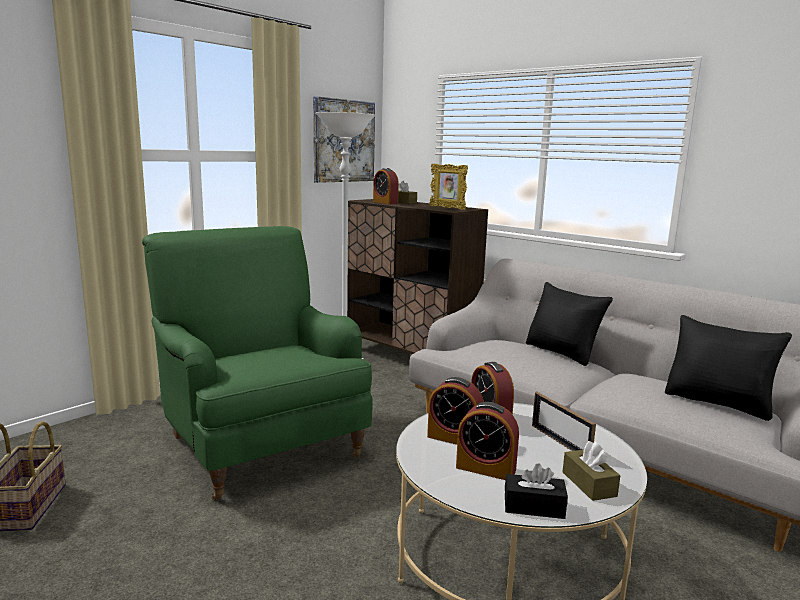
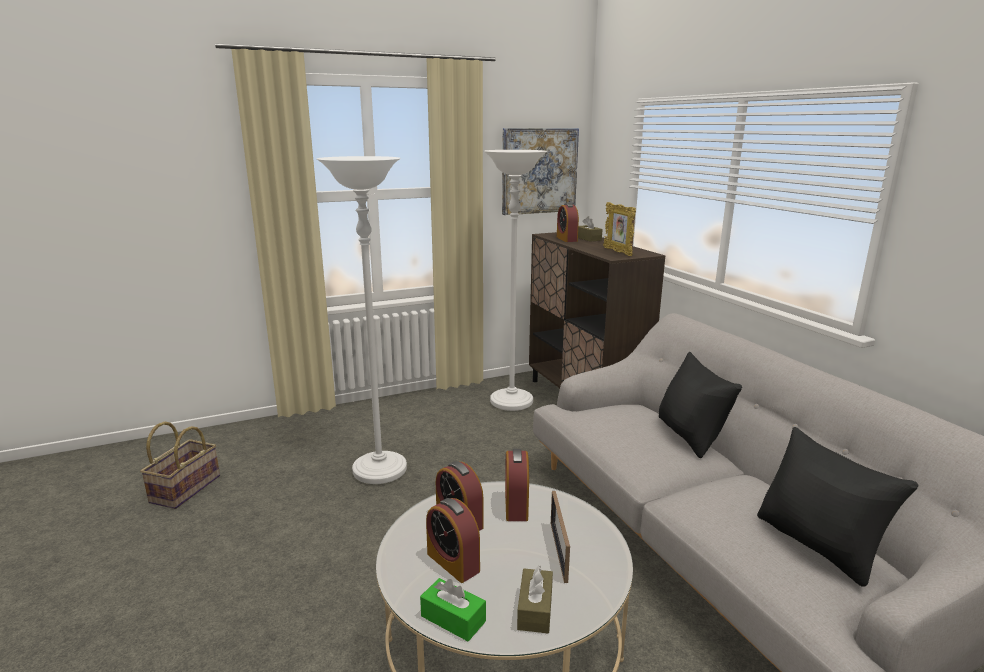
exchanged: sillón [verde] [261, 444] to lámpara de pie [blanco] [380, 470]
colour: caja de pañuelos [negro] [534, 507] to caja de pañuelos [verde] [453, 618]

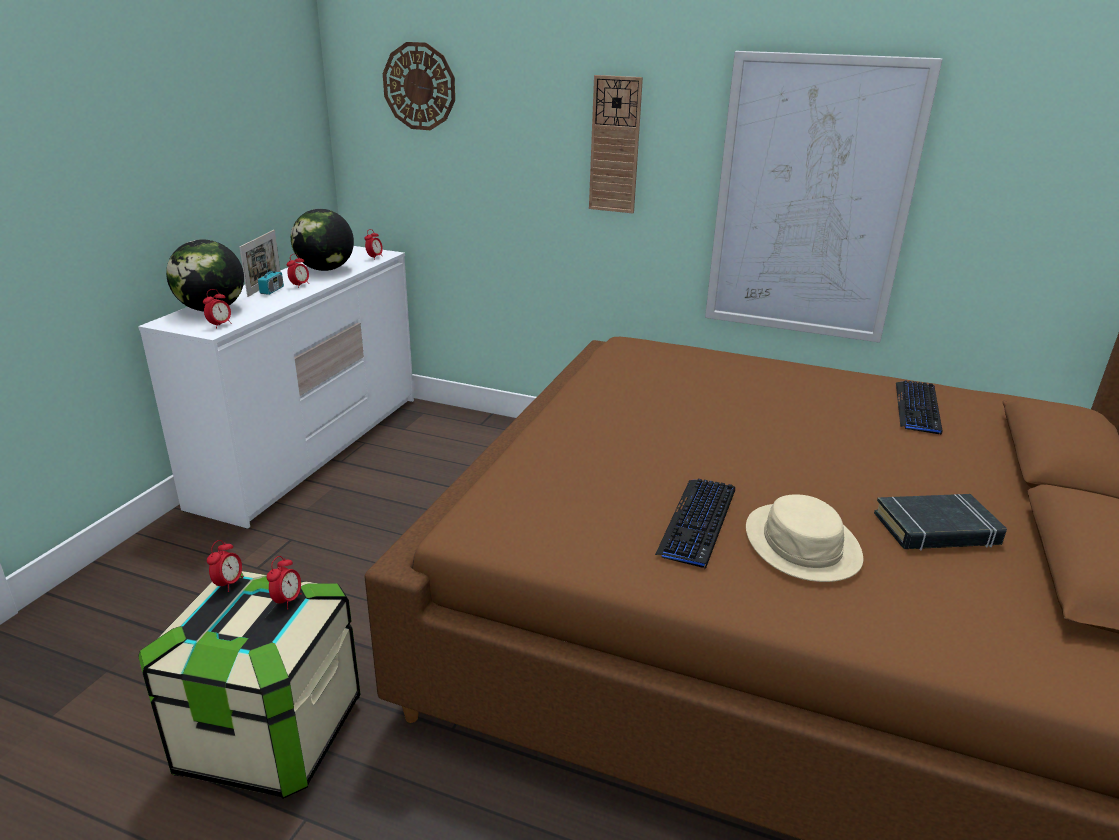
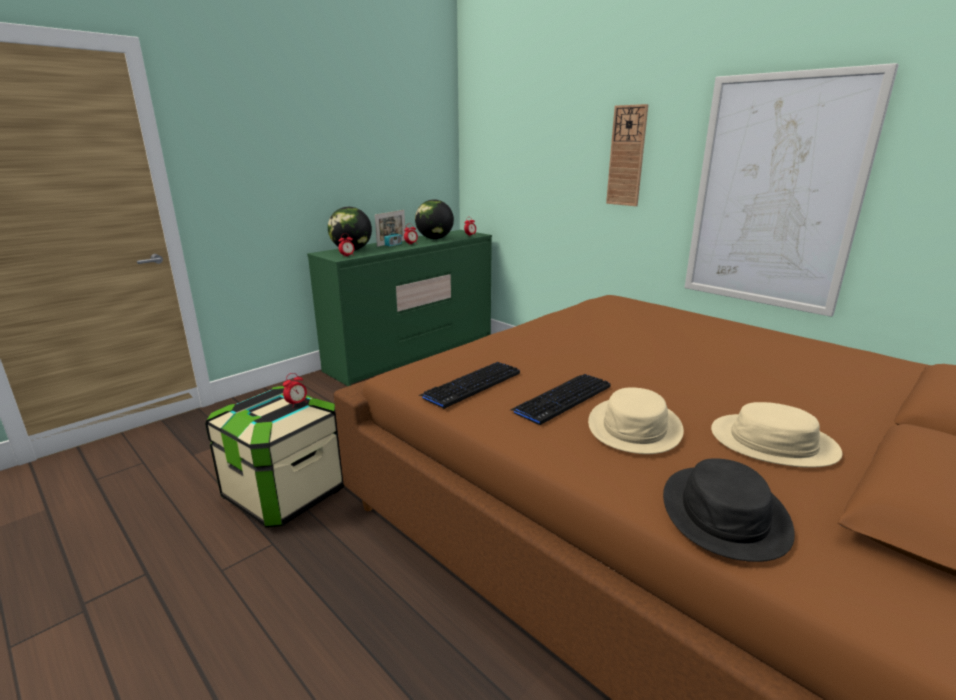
missing: despertador [229, 583]; reloj de pared [419, 86]
appeared: sombrero [negro] [725, 513]
relocated: teclado [918, 408] to [471, 385]
exchanged: libro [negro] [936, 529] to sombrero [beis] [773, 442]
colour: cómoda [blanco] [313, 449] to cómoda [verde] [413, 353]

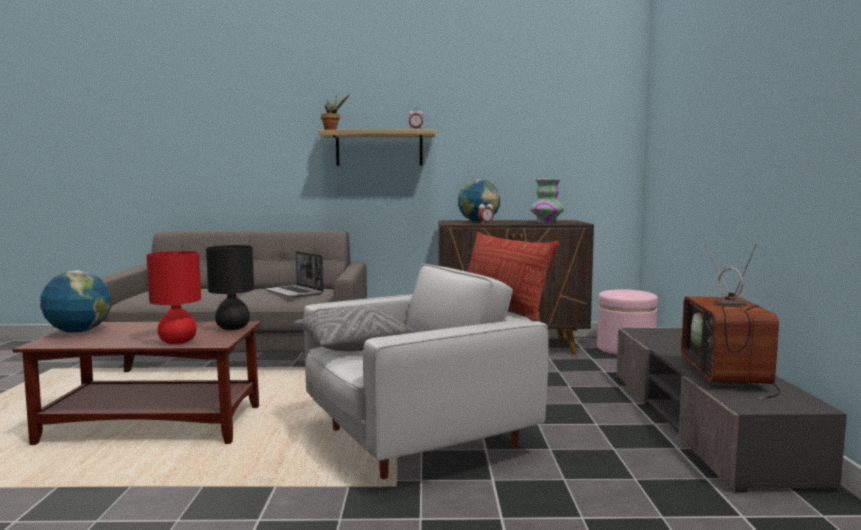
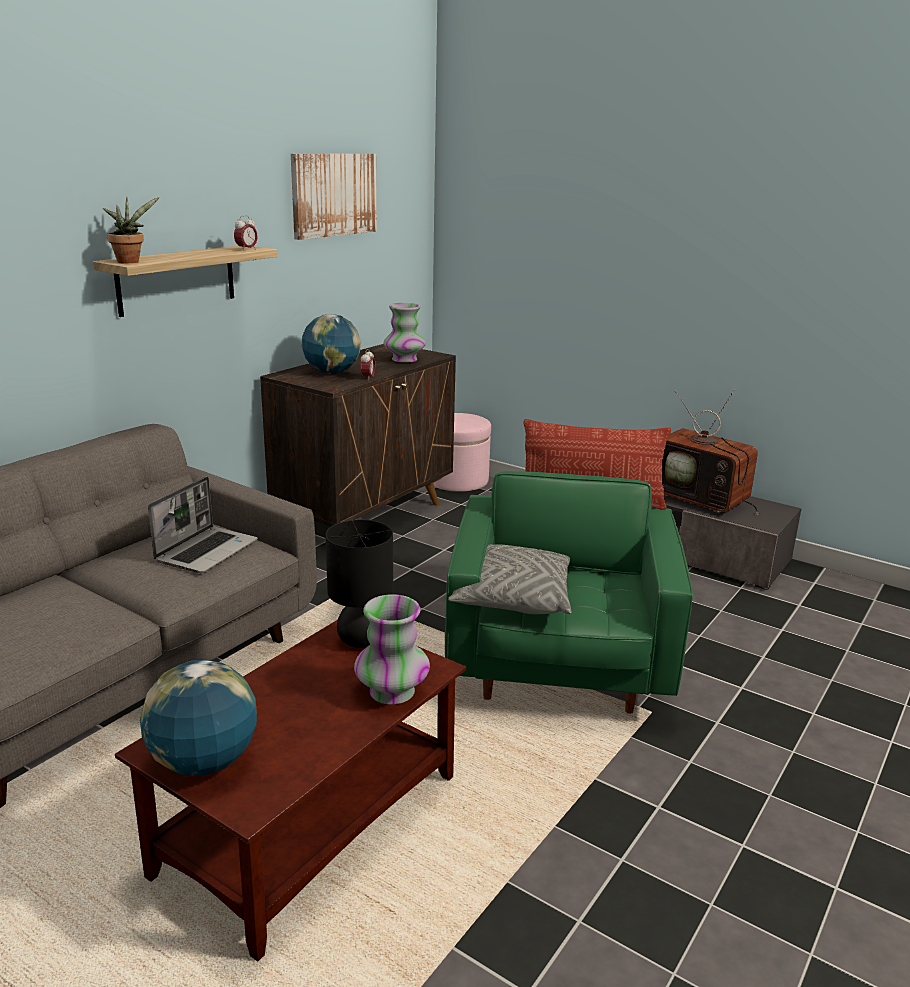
appeared: cuadro [334, 194]
exchanged: lámpara de mesa [rojo] [178, 342] to florero [392, 692]
colour: sillón [blanco] [415, 440] to sillón [verde] [559, 665]
spun: portátil [295, 292] = [207, 551] 60 degrees counterclockwise

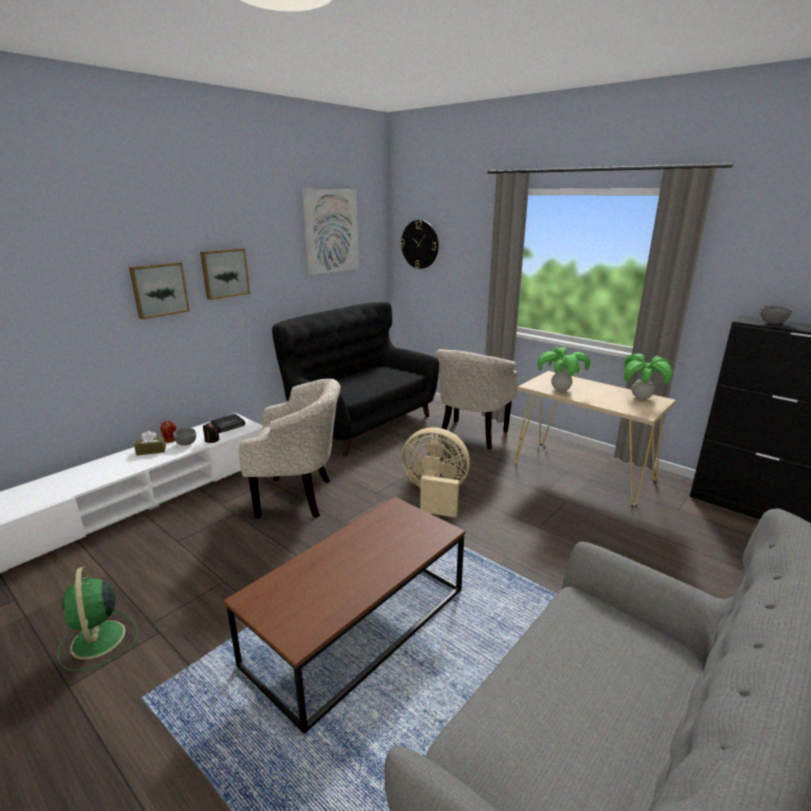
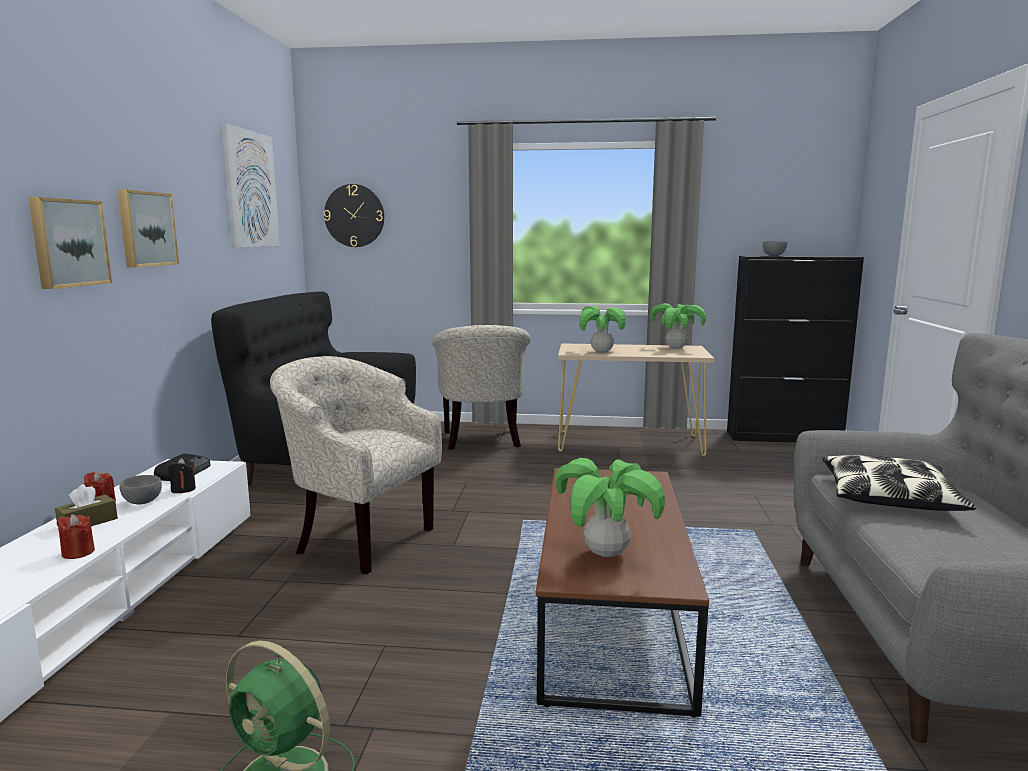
missing: ventilador [beis] [434, 495]
appeared: vela [rojo] [78, 552]; planta en maceta [606, 553]; cojín [889, 498]
spun: sillón [beis] [300, 497] = [359, 540] 120 degrees counterclockwise

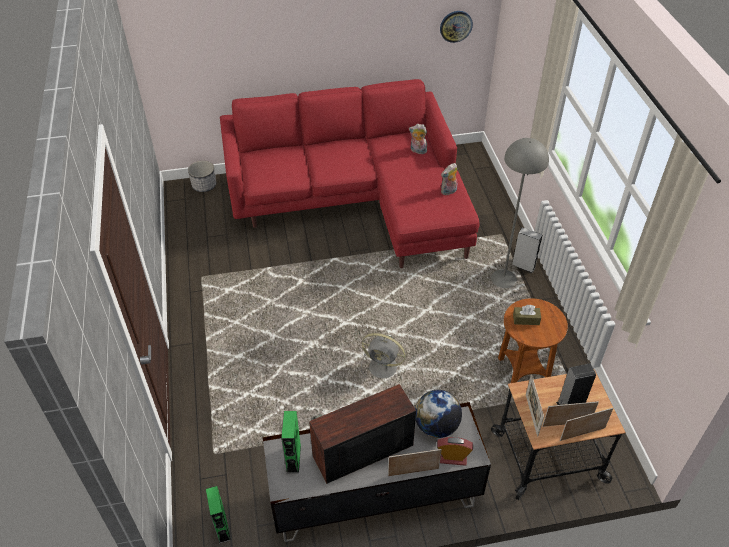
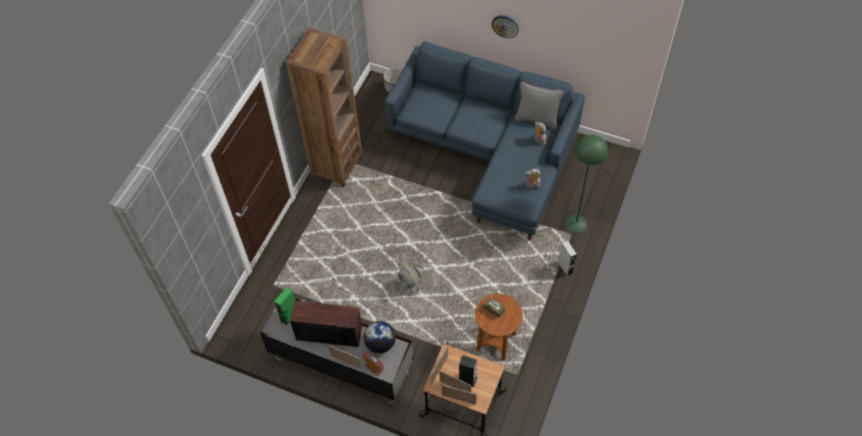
missing: altavoz [verde] [222, 528]; lámpara de pie [gris] [504, 279]
appeared: estantería [marrón] [336, 165]; cojín [gris] [537, 119]; lámpara de pie [verde] [576, 223]
relocated: reloj de pared [455, 26] to [505, 26]
colour: sofá [rojo] [356, 201] to sofá [azul] [489, 153]

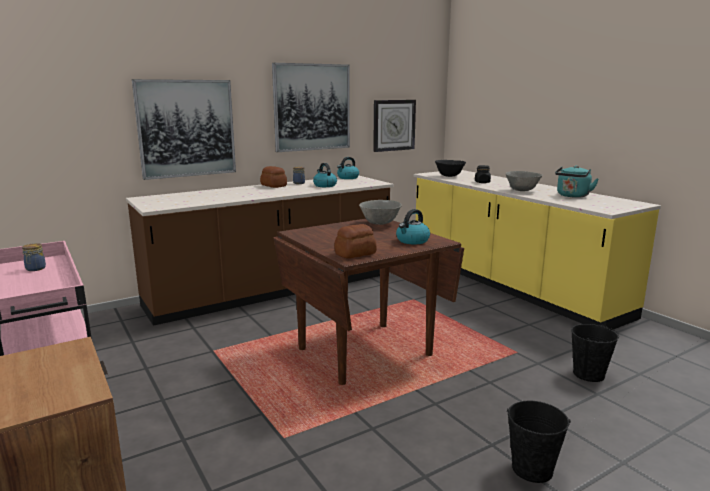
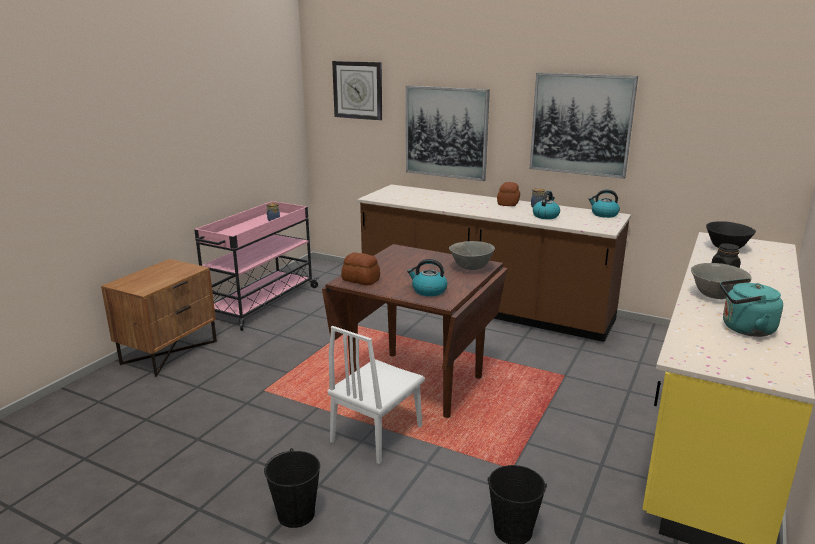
appeared: silla [blanco] [377, 434]
relocated: reloj de pared [394, 125] to [358, 90]

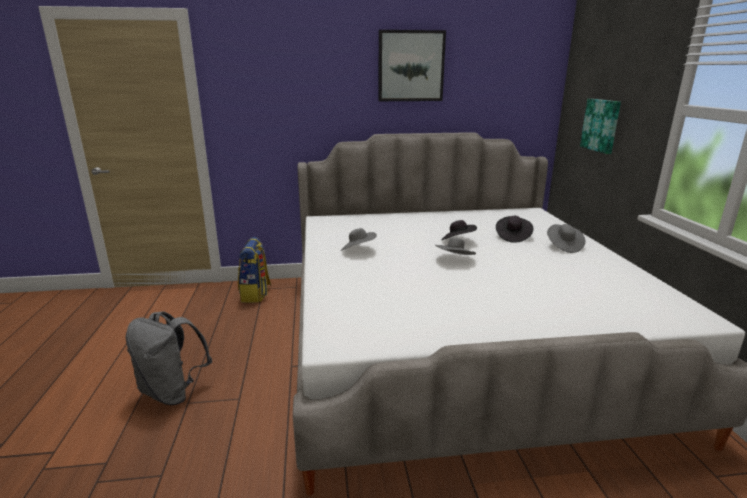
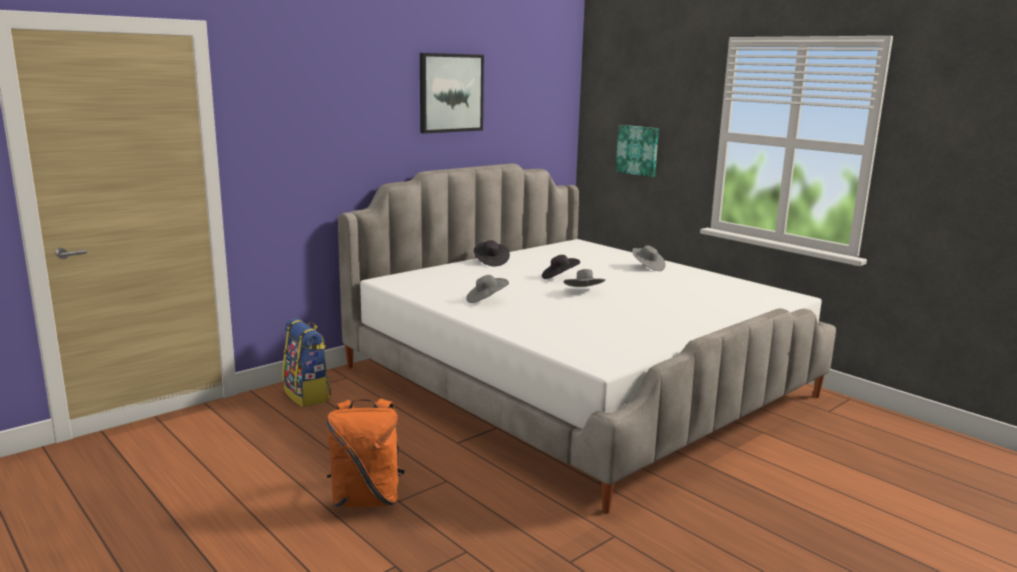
relocated: sombrero [negro] [512, 237] to [490, 262]
colour: mochila [gris] [173, 392] to mochila [naranja] [366, 499]

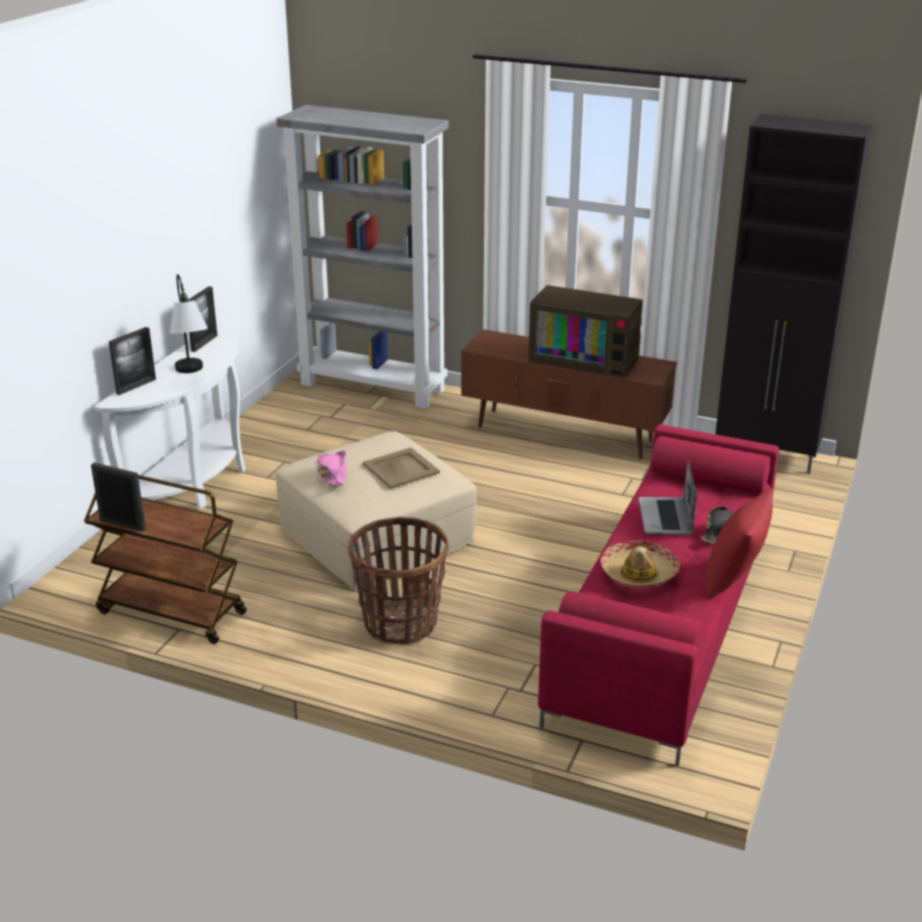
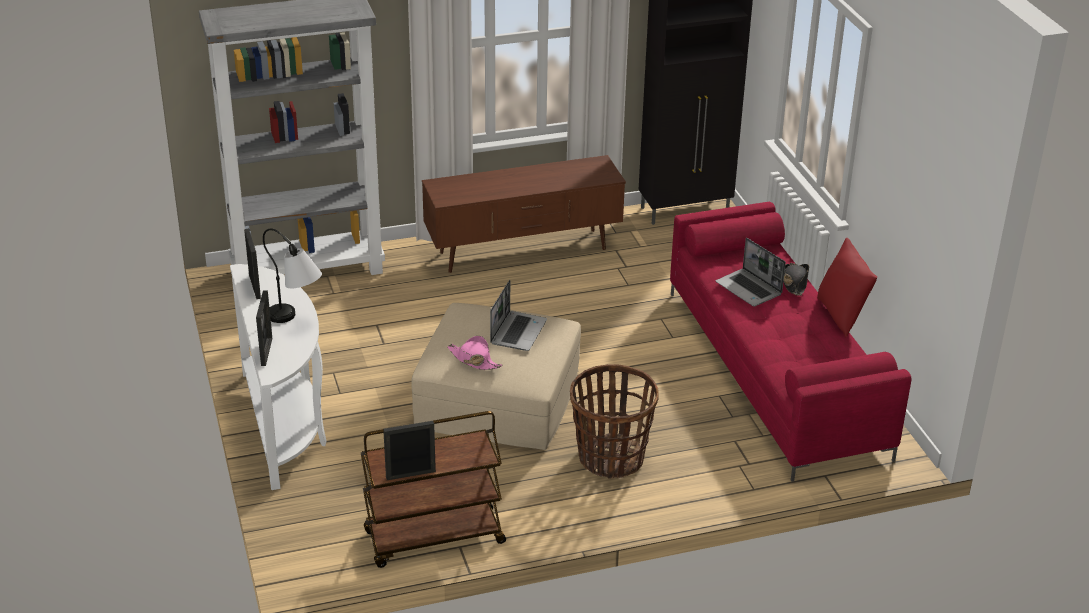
missing: televisor [585, 359]; sombrero [639, 573]
exchanged: bandeja [beis] [401, 468] to portátil [518, 332]

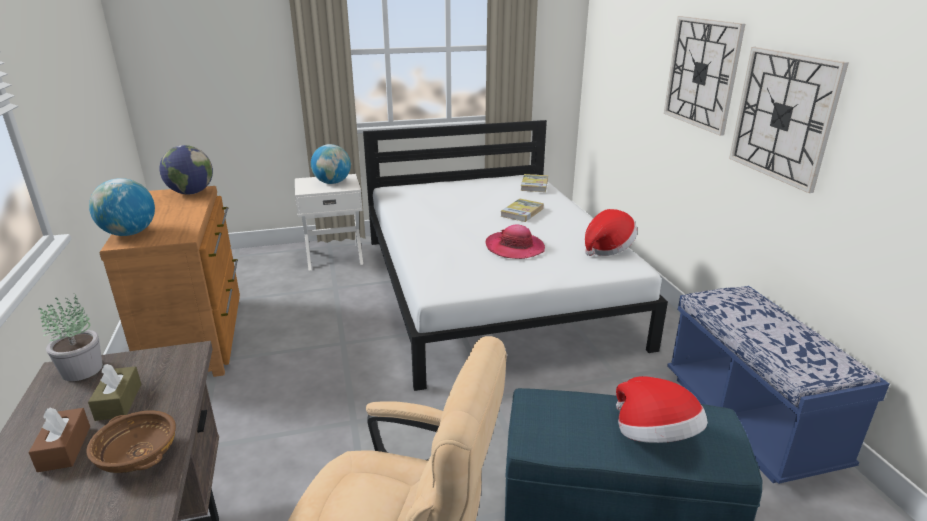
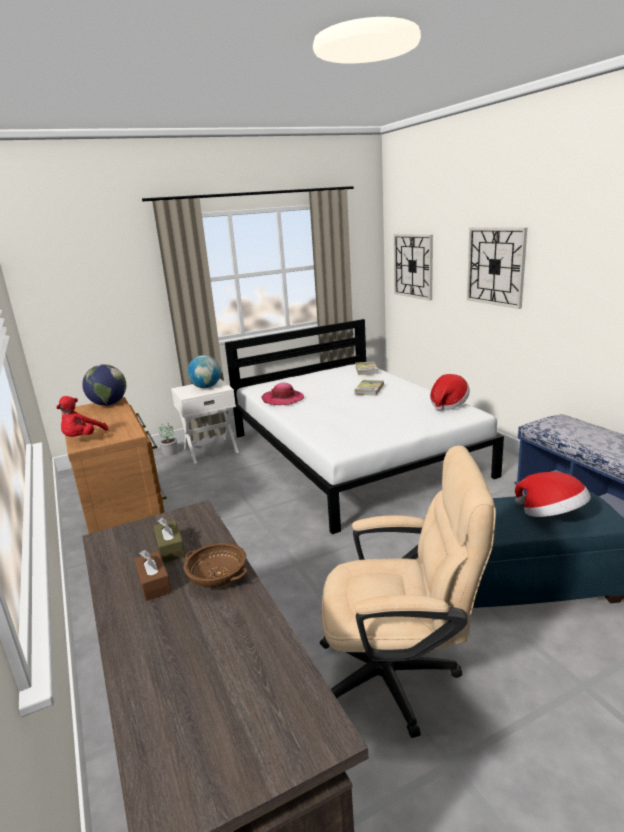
relocated: planta en maceta [82, 369] to [170, 452]; sombrero [515, 247] to [283, 399]; reloj de pared [783, 116] to [413, 266]
exchanged: globo terráqueo [129, 233] to peluche [rojo] [82, 438]

